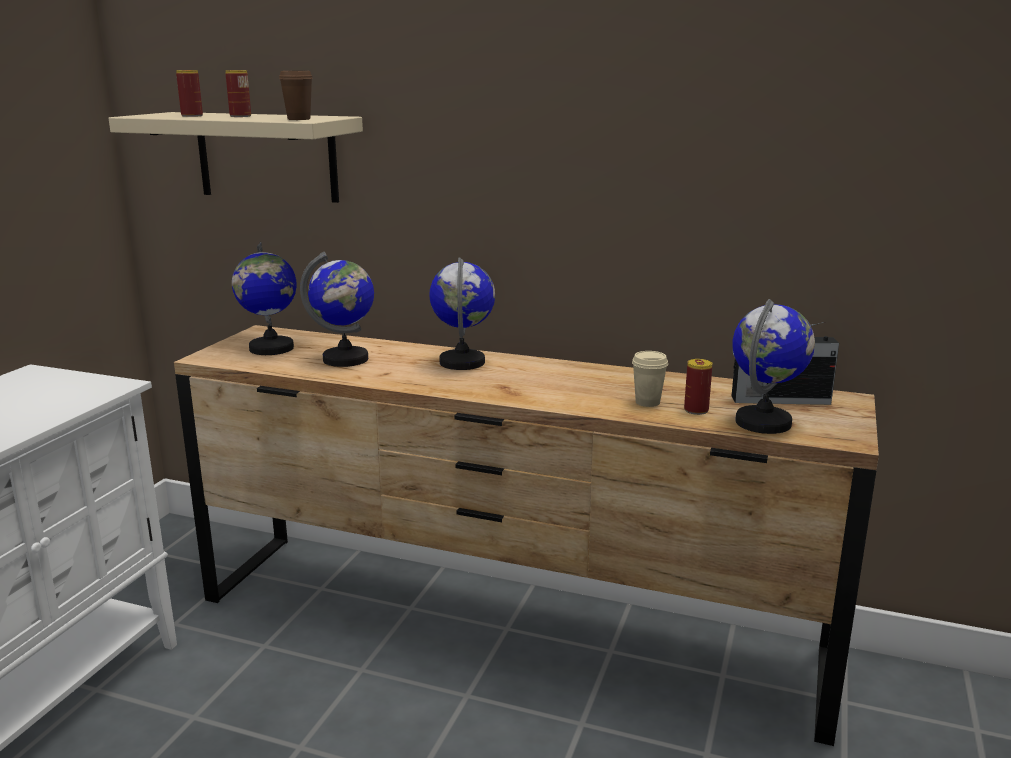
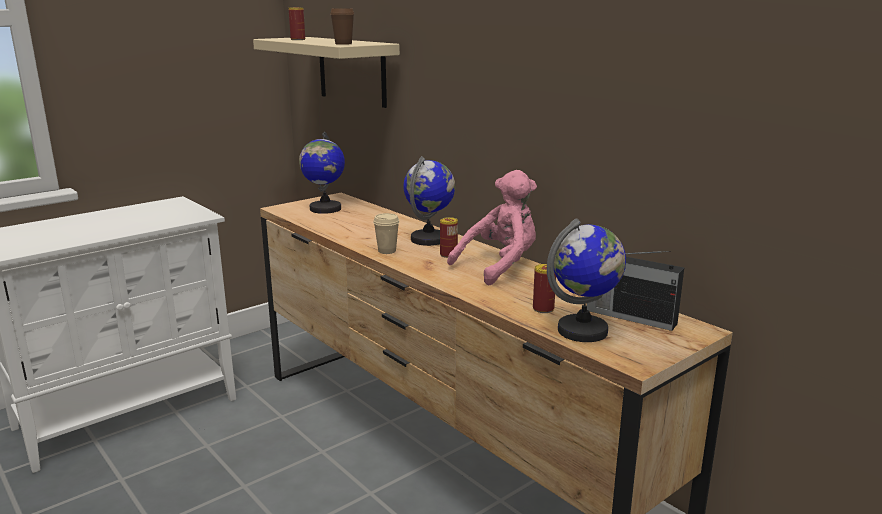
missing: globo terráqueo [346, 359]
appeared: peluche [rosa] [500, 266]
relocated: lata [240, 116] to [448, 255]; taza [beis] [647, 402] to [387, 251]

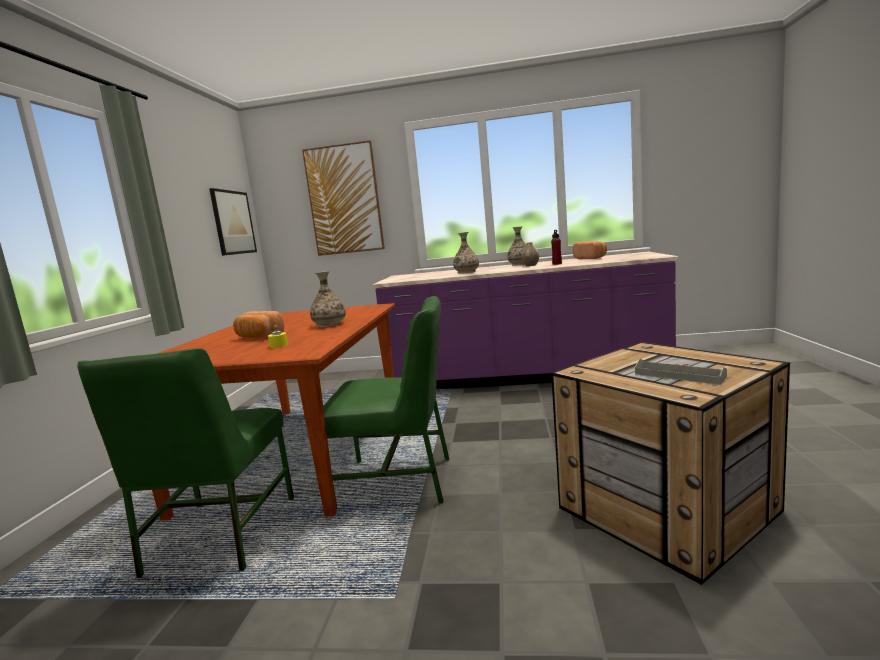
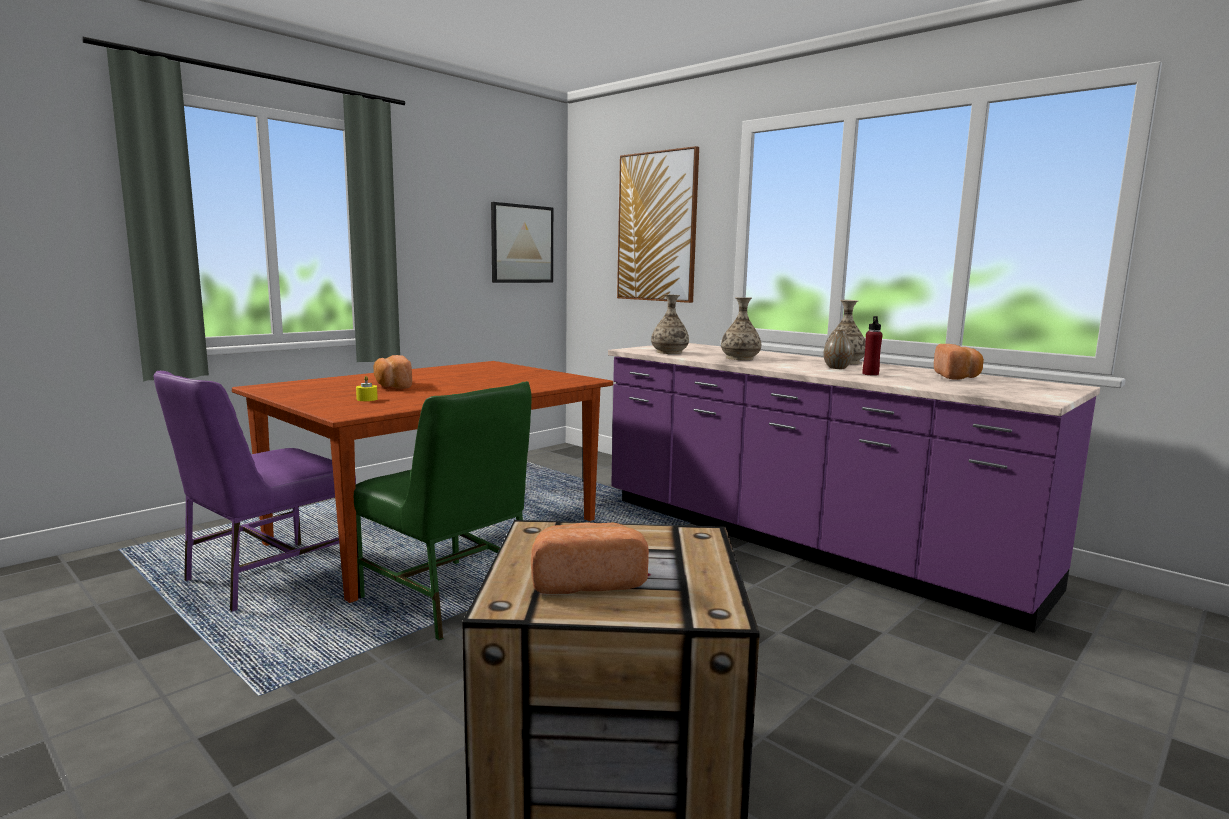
relocated: florero [329, 324] to [669, 352]
exchanged: bandeja [gris] [679, 375] to pan [586, 581]
colour: silla [verde] [219, 536] to silla [morado] [267, 576]

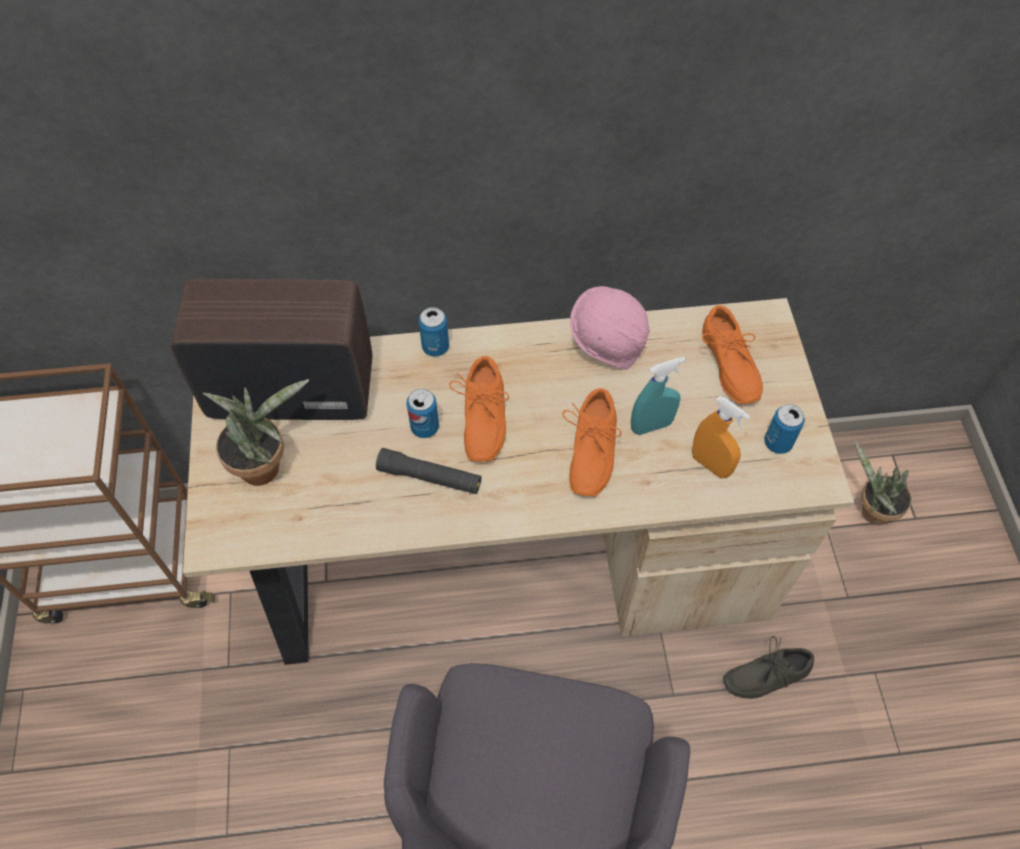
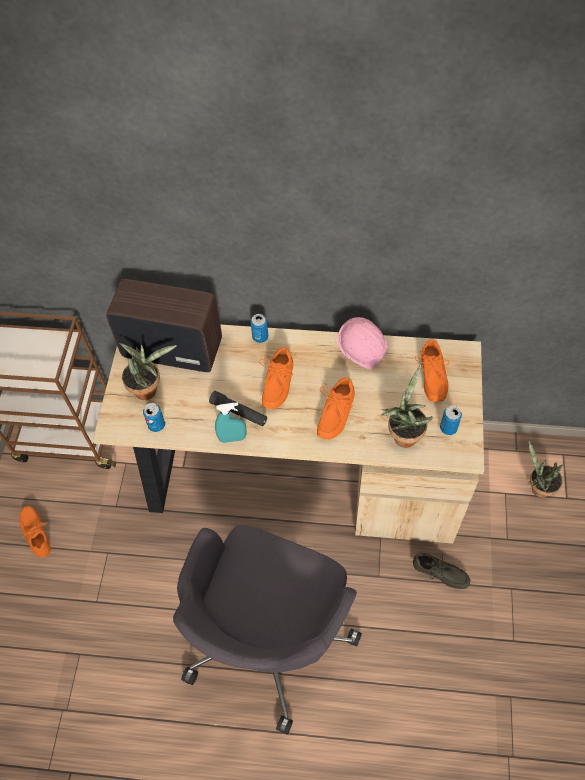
appeared: zapato [naranja] [38, 532]
relocated: lata [425, 427] to [156, 425]; pulverizador [turquesa] [651, 426] to [232, 438]
exchanged: pulverizador [naranja] [710, 465] to planta en maceta [404, 434]
spun: zapato [gris] [764, 673] = [439, 575] 150 degrees counterclockwise

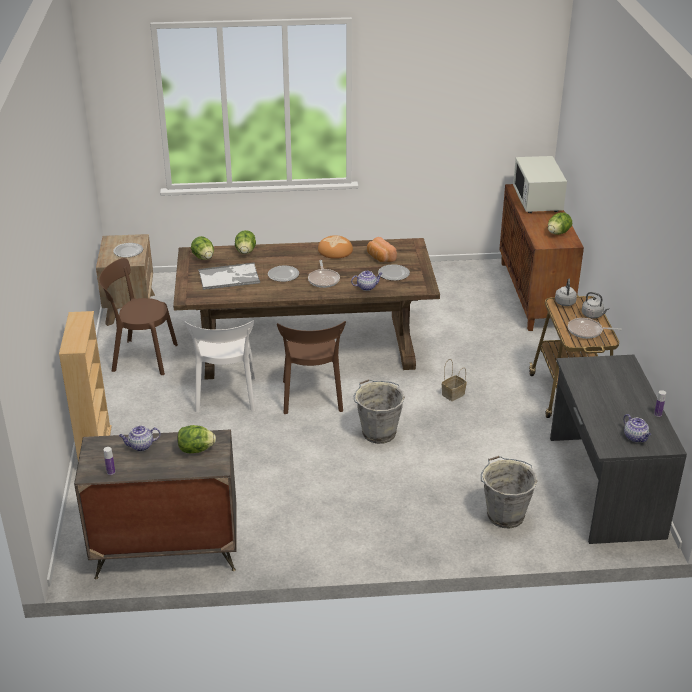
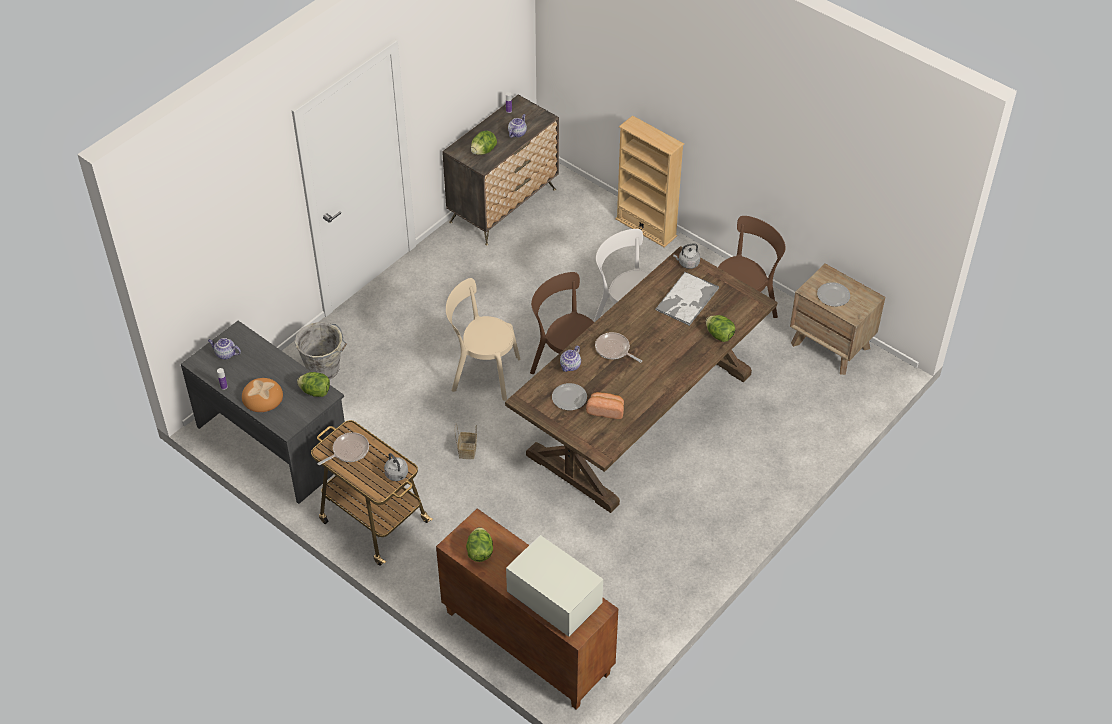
missing: plato [283, 275]
relocated: lechuga [203, 258] to [315, 392]; pan [335, 250] to [262, 397]; hervidor [gris] [593, 315] to [687, 263]
exchanged: cubo [gris] [378, 432] to silla [beis] [482, 373]

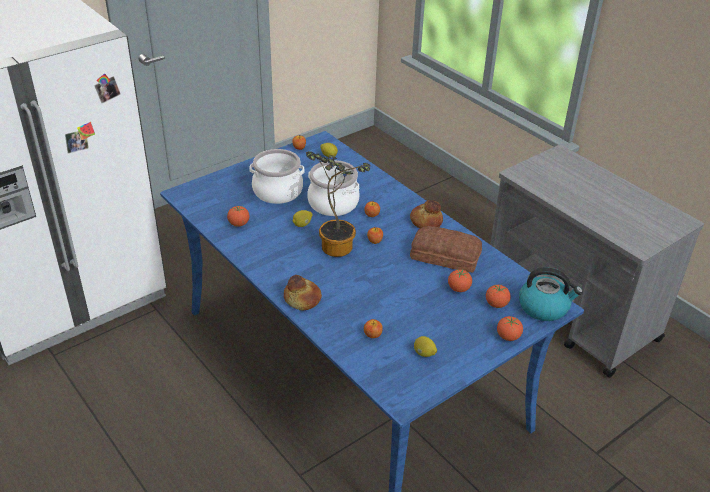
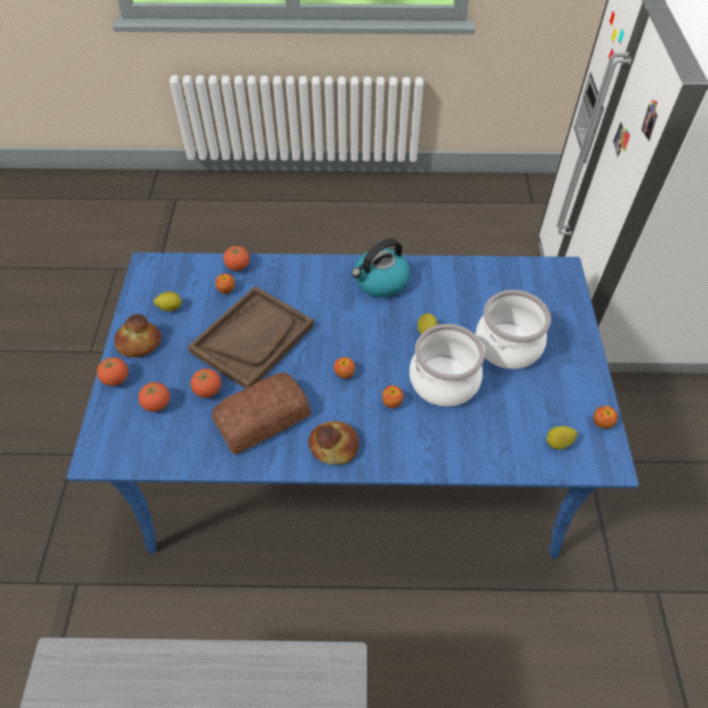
missing: planta en maceta [337, 244]
appeared: bandeja [marrón] [252, 338]
relocated: tomate [239, 224] to [238, 266]; pan [302, 299] to [138, 343]; hervidor [544, 307] to [380, 282]

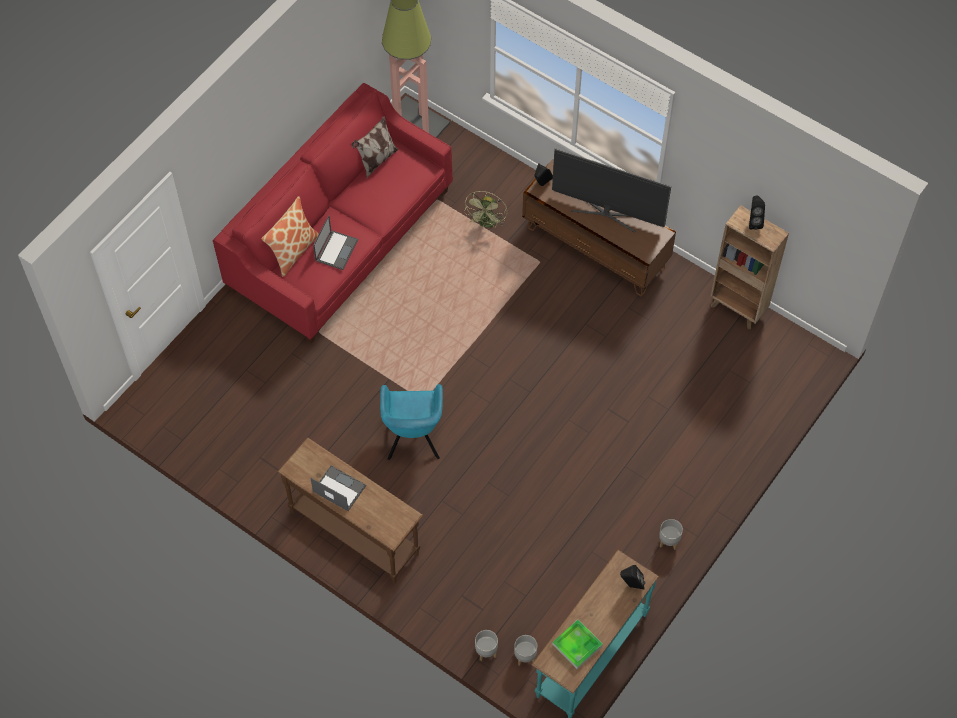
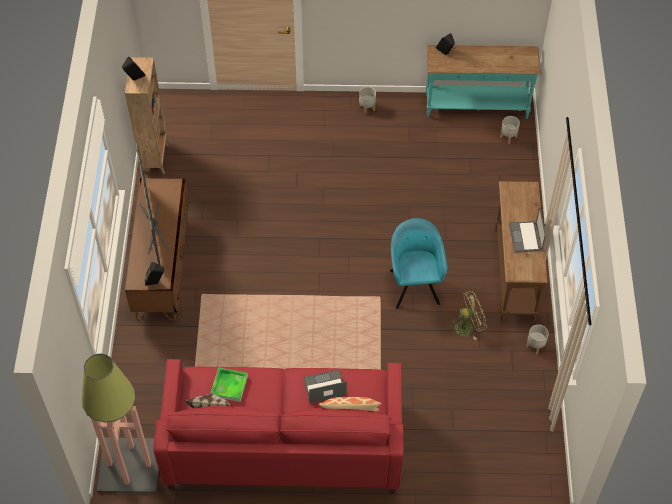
relocated: ventilador [verde] [487, 224] to [467, 326]; maceta [gris] [485, 651] to [535, 346]; bandeja [577, 645] to [229, 386]
spun: sillón [turquesa] [413, 438] = [414, 284] 60 degrees counterclockwise

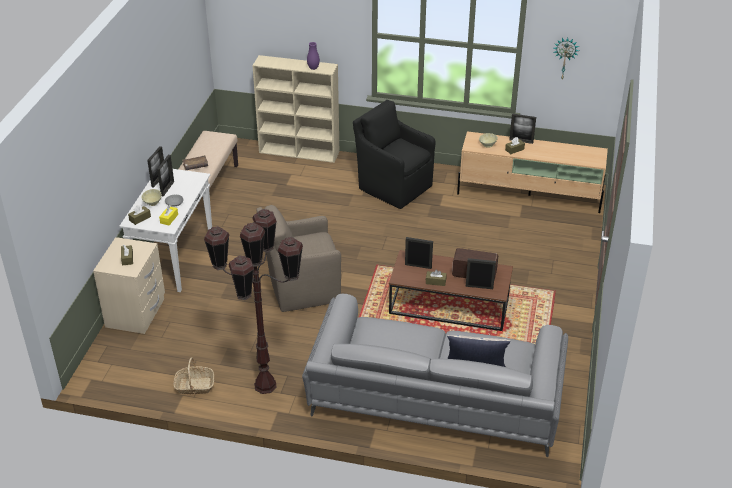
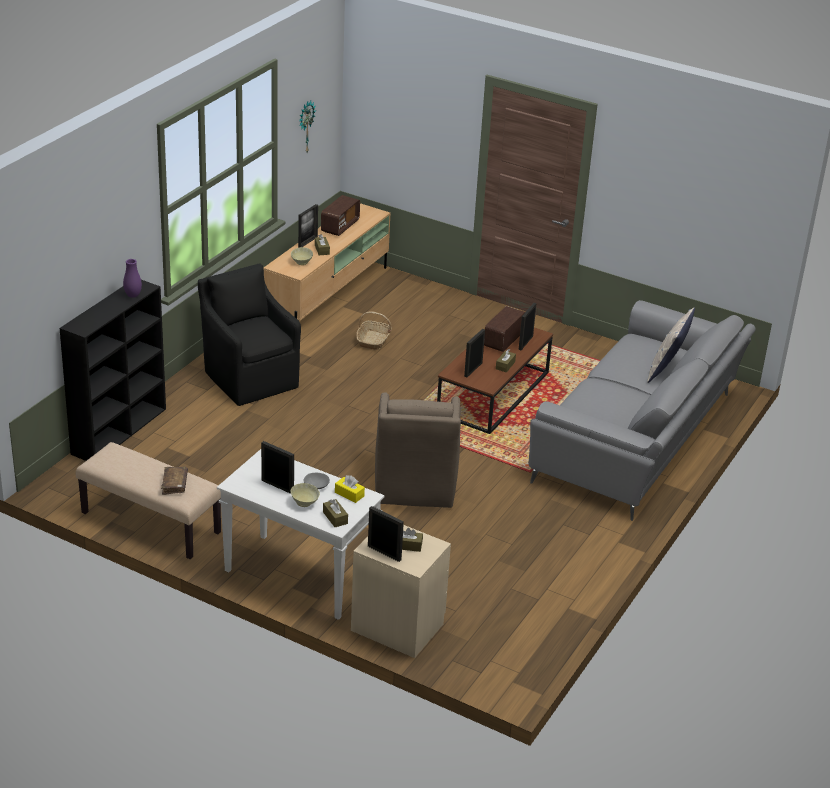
missing: lámpara de pie [marrón] [264, 386]
appeared: radio [340, 226]
relocated: portarretratos [158, 180] to [384, 553]; cesta [194, 386] to [373, 340]
colour: estantería [beis] [300, 152] to estantería [negro] [120, 430]
spun: sillón [negro] [393, 186] = [250, 378] 90 degrees clockwise

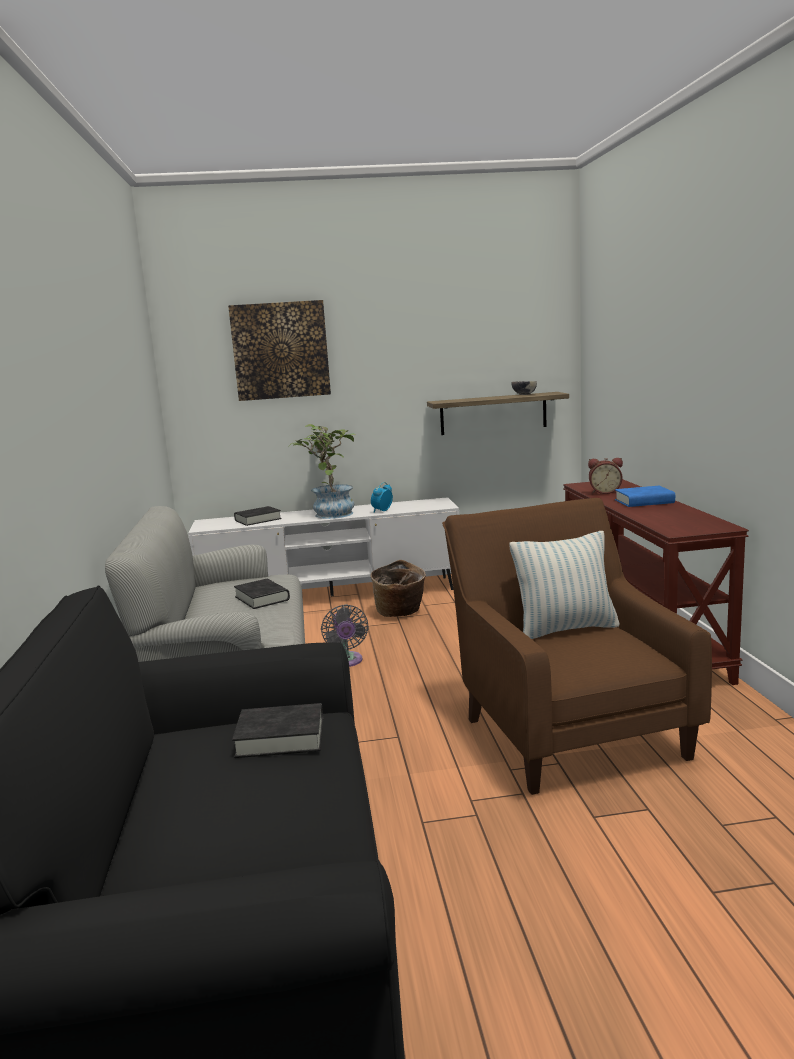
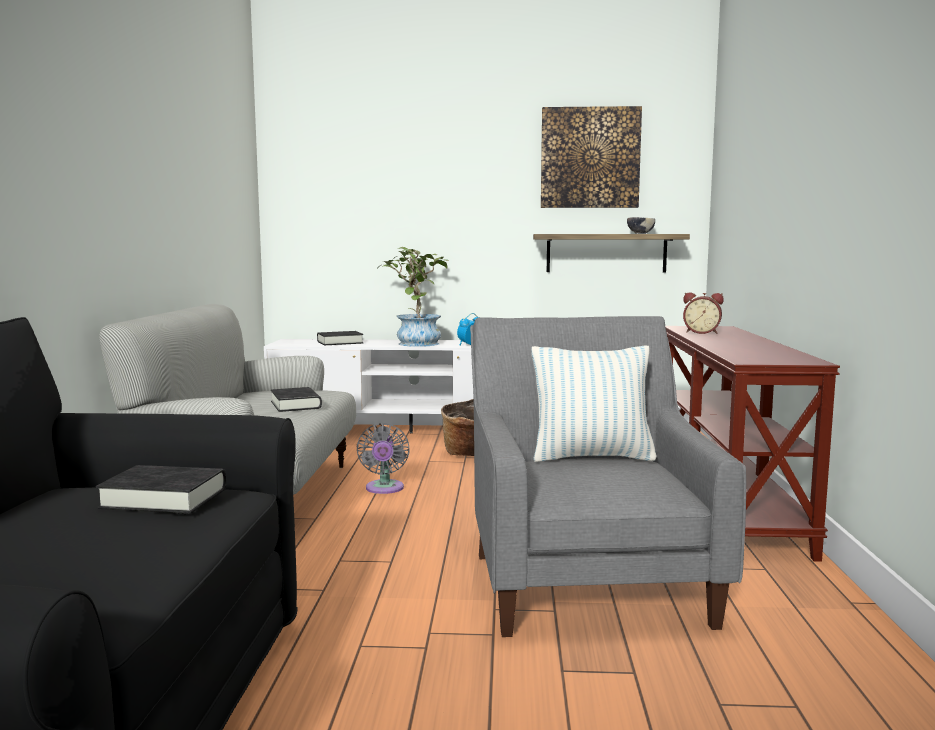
missing: libro [azul] [644, 501]
relocated: cuadro [280, 350] to [590, 158]
colour: sillón [marrón] [567, 730] to sillón [gris] [585, 579]

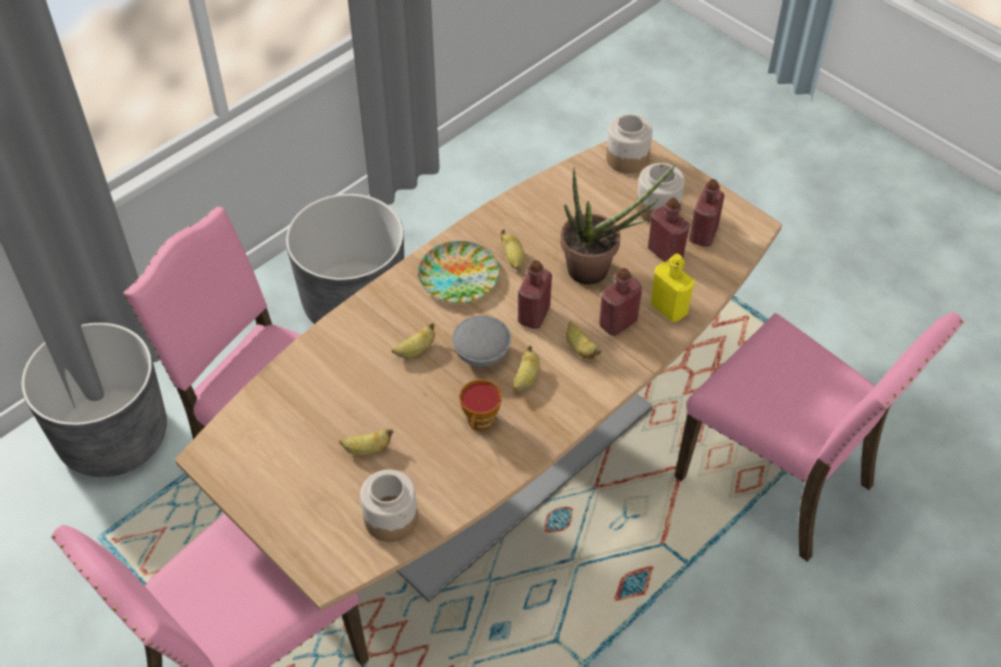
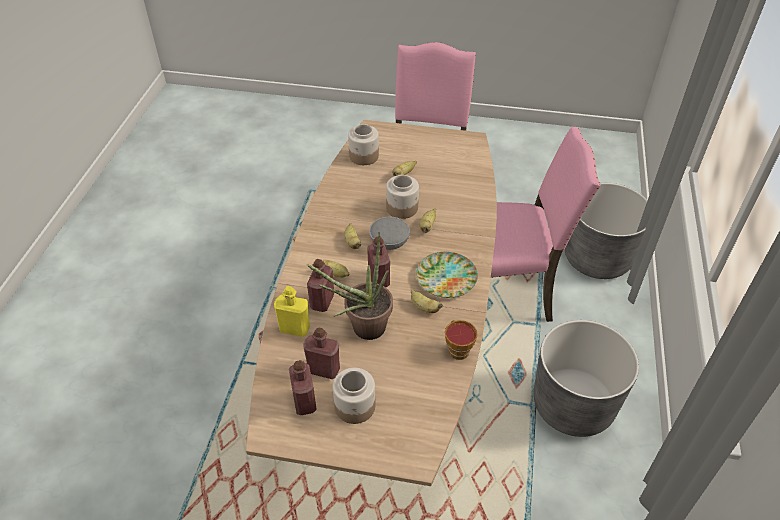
missing: silla [rosa] [780, 481]
relocated: taza [480, 422] to [457, 349]; tarro [626, 158] to [402, 208]

